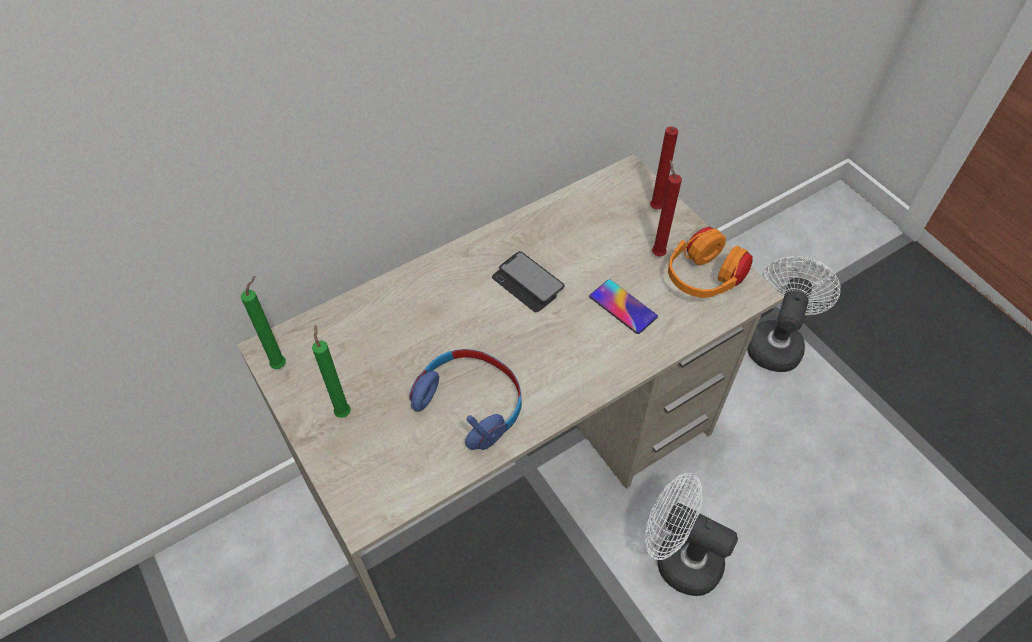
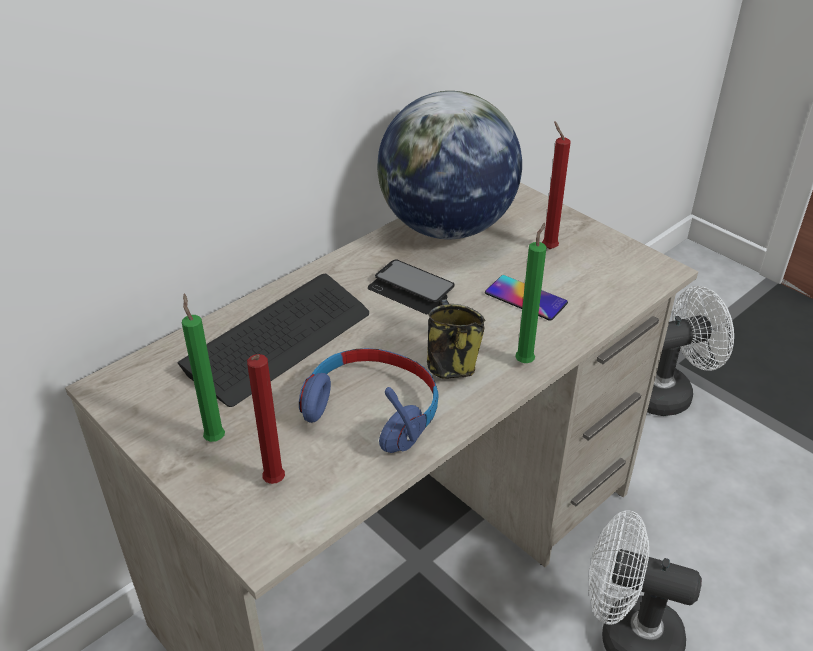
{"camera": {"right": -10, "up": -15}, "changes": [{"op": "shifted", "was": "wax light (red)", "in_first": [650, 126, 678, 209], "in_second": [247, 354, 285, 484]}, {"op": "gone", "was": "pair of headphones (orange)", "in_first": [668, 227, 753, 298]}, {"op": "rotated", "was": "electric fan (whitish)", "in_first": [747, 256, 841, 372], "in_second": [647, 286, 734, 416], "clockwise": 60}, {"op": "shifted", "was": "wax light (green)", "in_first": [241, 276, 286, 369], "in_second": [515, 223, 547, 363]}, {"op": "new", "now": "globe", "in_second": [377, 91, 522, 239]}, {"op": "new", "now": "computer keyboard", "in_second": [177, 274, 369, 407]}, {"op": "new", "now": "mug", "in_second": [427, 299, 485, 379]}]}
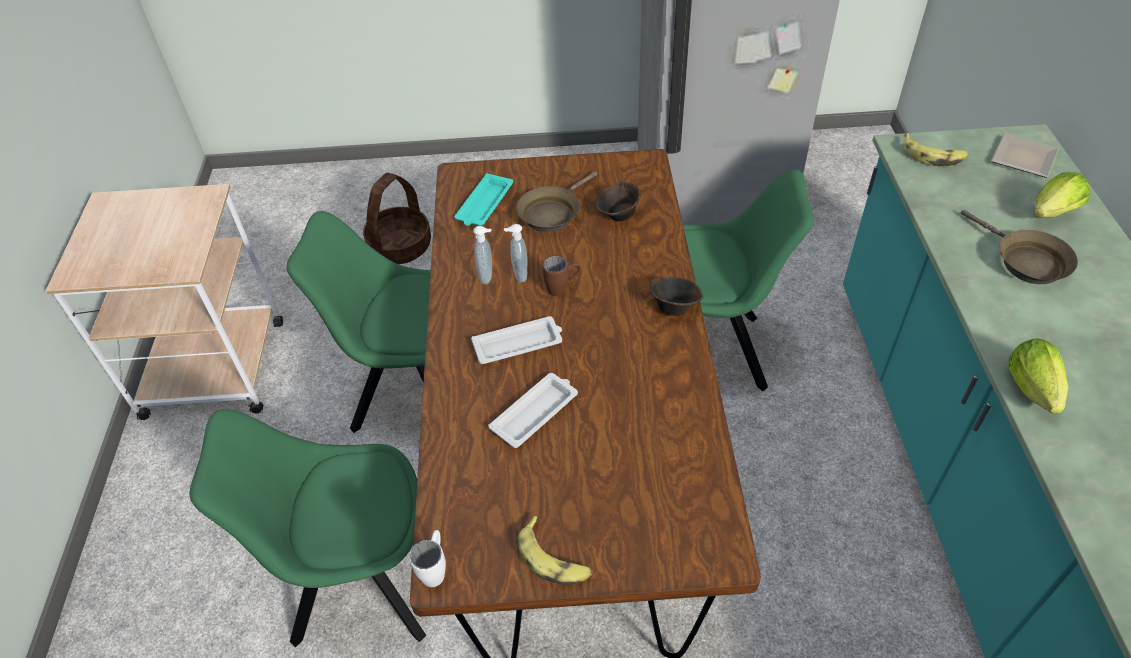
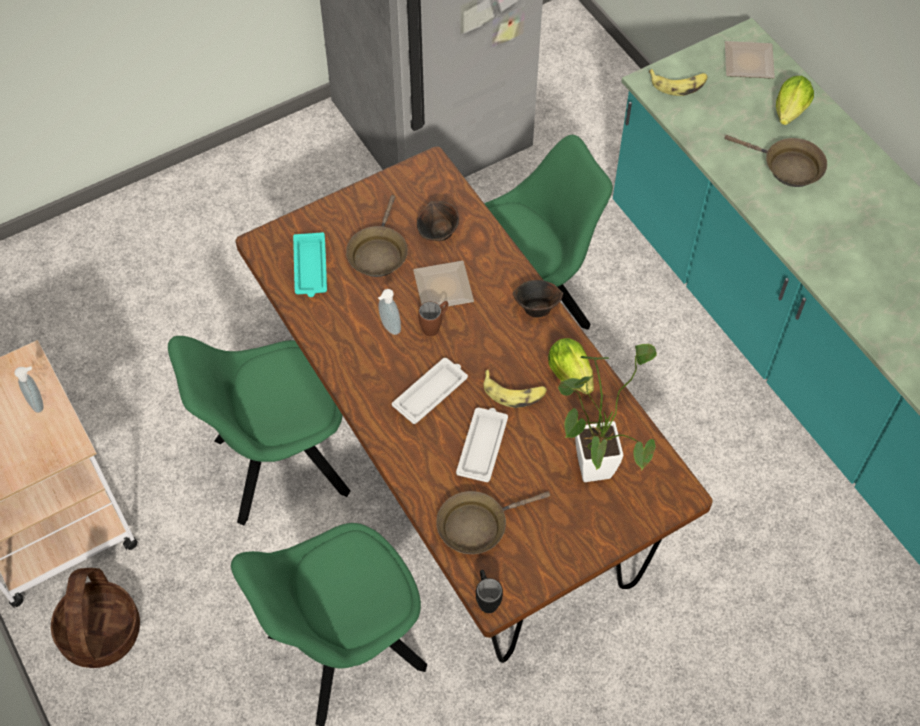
{"camera": {"right": -30, "up": 10}, "changes": [{"op": "shifted", "was": "storage basket", "in_first": [363, 173, 431, 264], "in_second": [51, 568, 140, 668]}, {"op": "shifted", "was": "soap dispenser", "in_first": [473, 226, 492, 284], "in_second": [14, 366, 44, 413]}, {"op": "shifted", "was": "lettuce", "in_first": [1008, 338, 1069, 413], "in_second": [548, 338, 594, 395]}, {"op": "shifted", "was": "whole banana", "in_first": [518, 516, 593, 585], "in_second": [484, 369, 547, 408]}, {"op": "repainted", "was": "mug (whitish)", "now": "mug (black-coloured)", "in_first": [409, 530, 446, 587], "in_second": [476, 570, 503, 613]}, {"op": "new", "now": "dinner plate", "in_second": [413, 261, 474, 307]}, {"op": "new", "now": "plant in a pot", "in_second": [558, 344, 657, 482]}, {"op": "new", "now": "frying pan (brownish)", "in_second": [436, 491, 550, 554]}]}
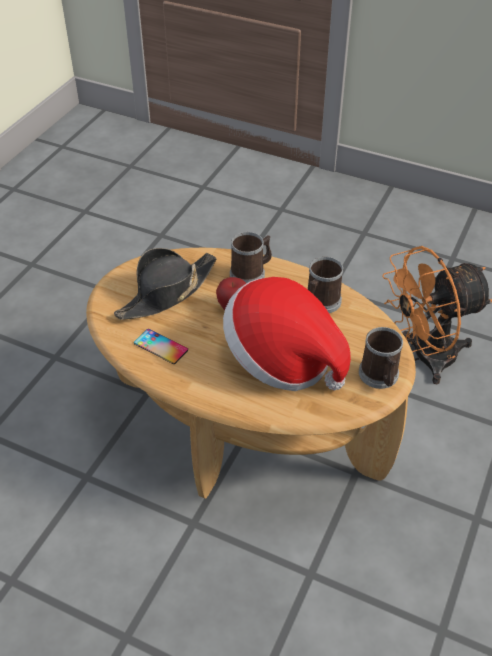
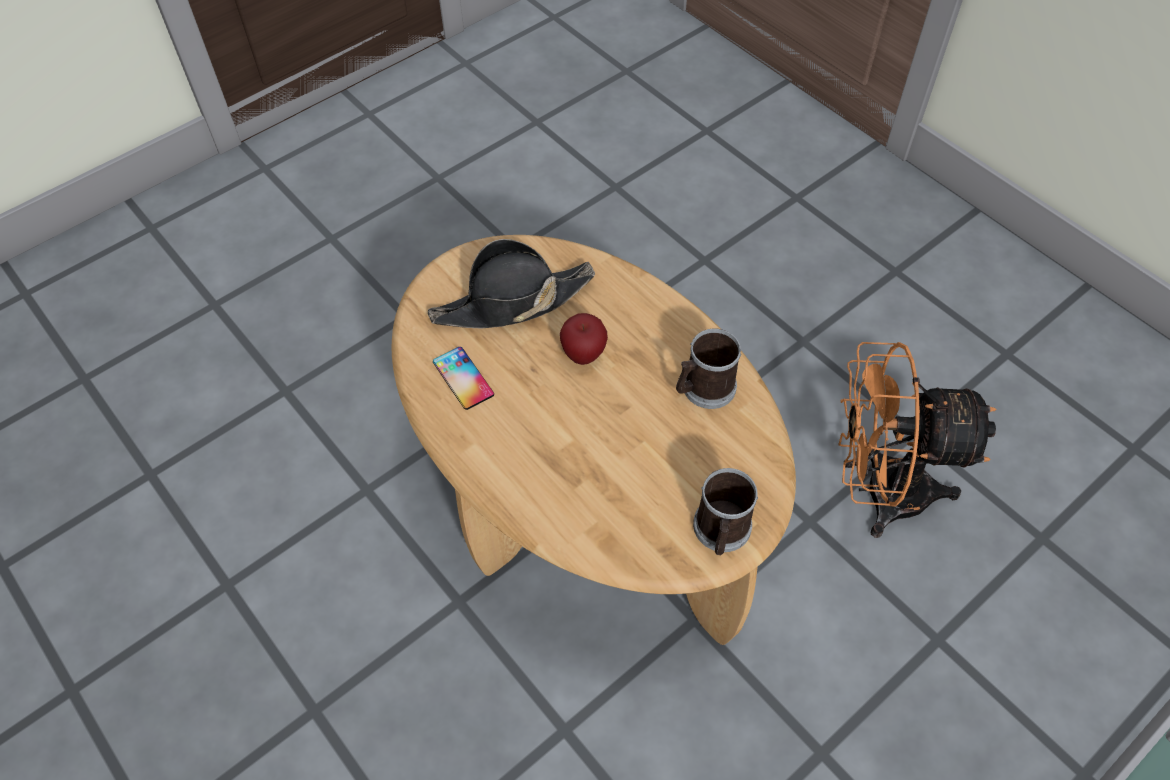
{"camera": {"right": 25, "up": 10}, "changes": [{"op": "gone", "was": "mug", "in_first": [230, 232, 272, 283]}, {"op": "gone", "was": "clothing hat", "in_first": [223, 277, 351, 391]}]}
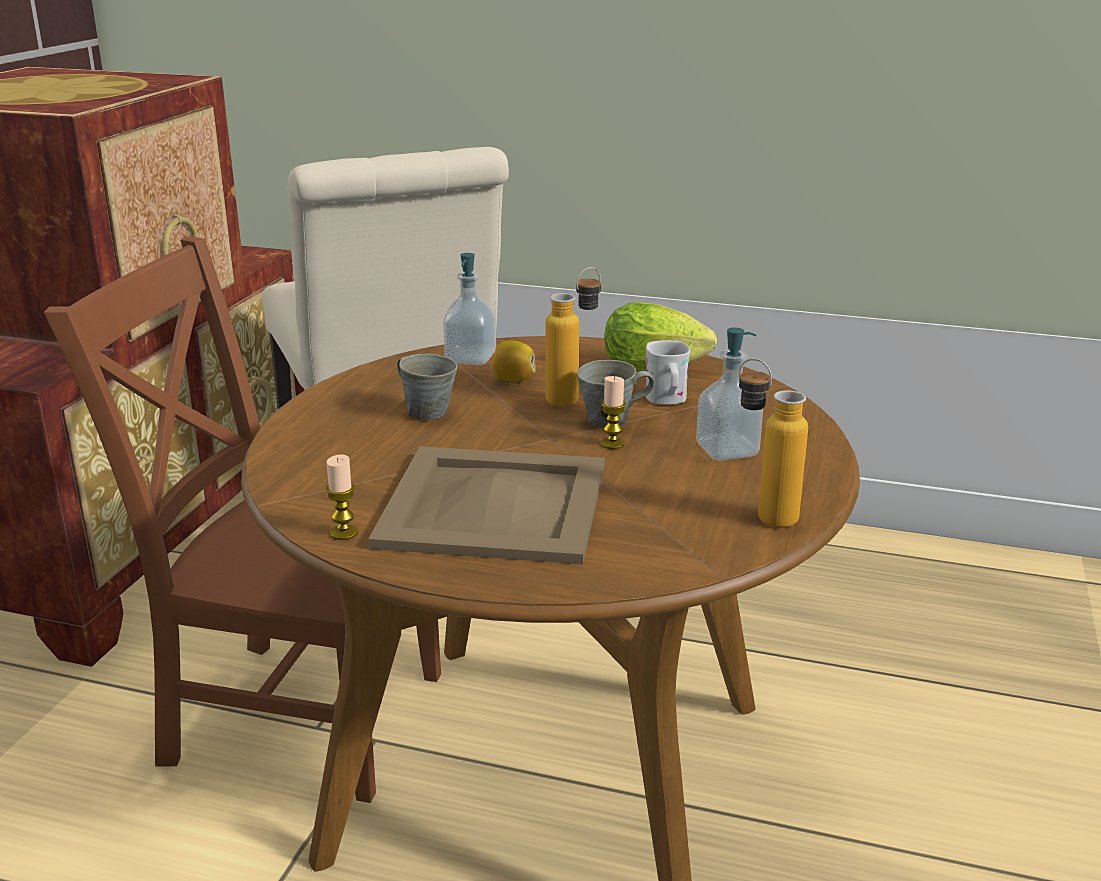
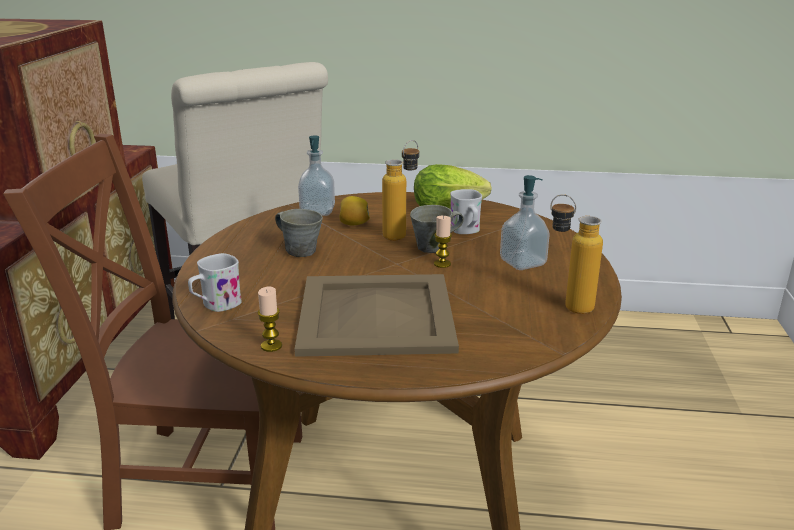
{"camera": {"right": -10, "up": 0}, "changes": [{"op": "new", "now": "mug (whitish)", "in_second": [188, 253, 242, 312]}]}
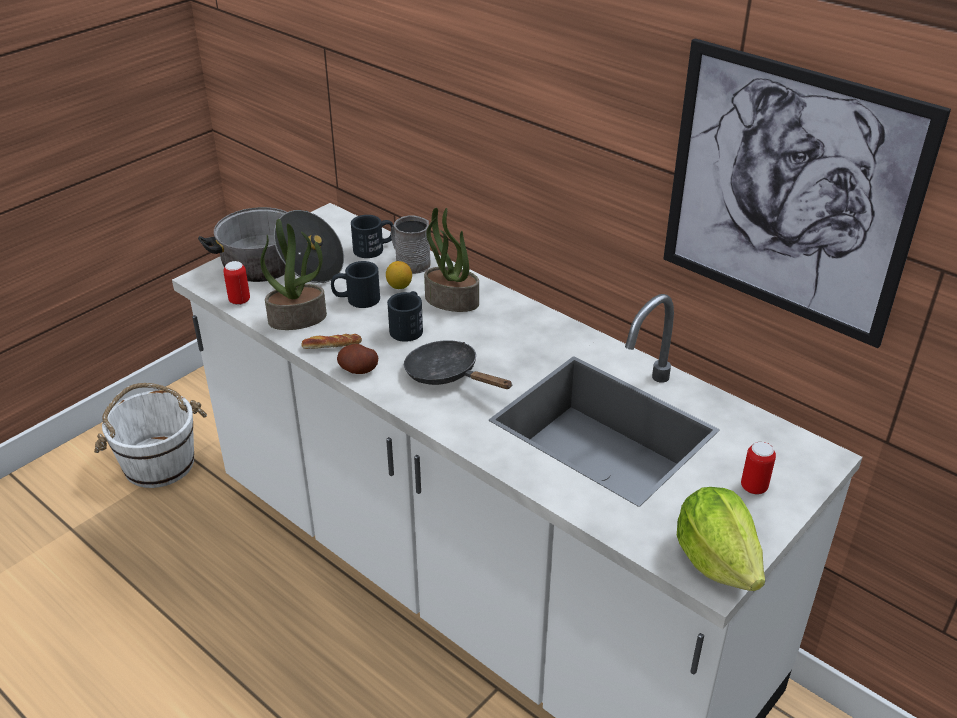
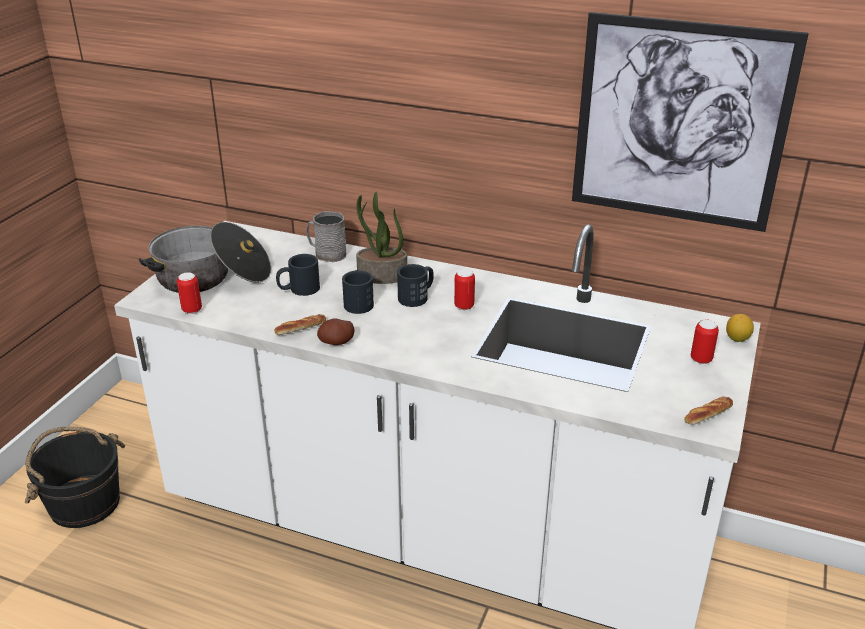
{"camera": {"right": -20, "up": -5}, "changes": [{"op": "shifted", "was": "mug (black-coloured)", "in_first": [351, 215, 393, 258], "in_second": [397, 264, 434, 307]}, {"op": "gone", "was": "plant in a pot", "in_first": [260, 219, 327, 330]}, {"op": "shifted", "was": "citrus fruit", "in_first": [386, 261, 412, 289], "in_second": [726, 314, 754, 342]}, {"op": "gone", "was": "frying pan (black-coloured)", "in_first": [404, 340, 513, 389]}, {"op": "repainted", "was": "pail (whitish)", "now": "pail (black-coloured)", "in_first": [94, 383, 207, 488], "in_second": [25, 427, 125, 528]}, {"op": "swapped", "was": "lettuce", "now": "baked bread", "in_first": [677, 487, 765, 591], "in_second": [684, 397, 733, 425]}, {"op": "new", "now": "can", "in_second": [454, 269, 475, 310]}]}
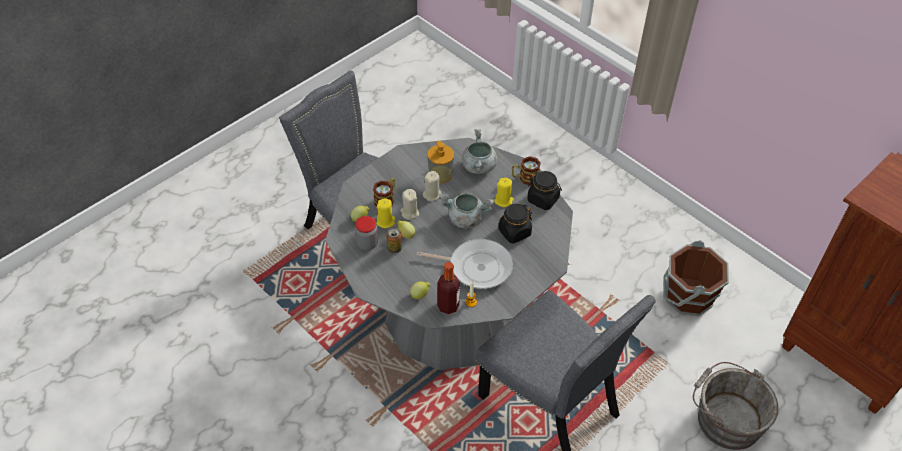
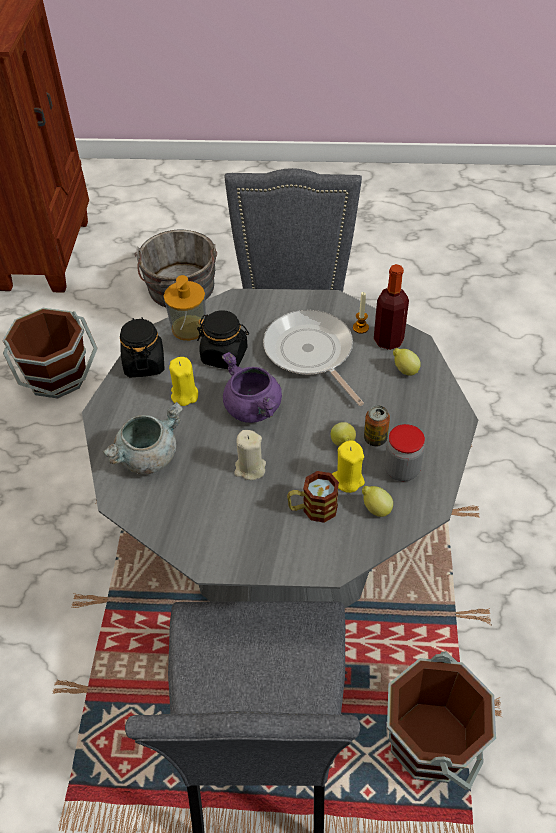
{"camera": {"right": -130, "up": 0}, "changes": [{"op": "shifted", "was": "soap dispenser", "in_first": [427, 141, 454, 183], "in_second": [164, 275, 206, 341]}, {"op": "gone", "was": "mug", "in_first": [512, 156, 541, 186]}, {"op": "gone", "was": "wax light (sand-coloured)", "in_first": [400, 189, 419, 220]}, {"op": "repainted", "was": "stockpot (greyish)", "now": "stockpot (purplish)", "in_first": [439, 193, 494, 229], "in_second": [222, 352, 282, 423]}, {"op": "new", "now": "pail (brownish)", "in_second": [387, 651, 496, 790]}]}
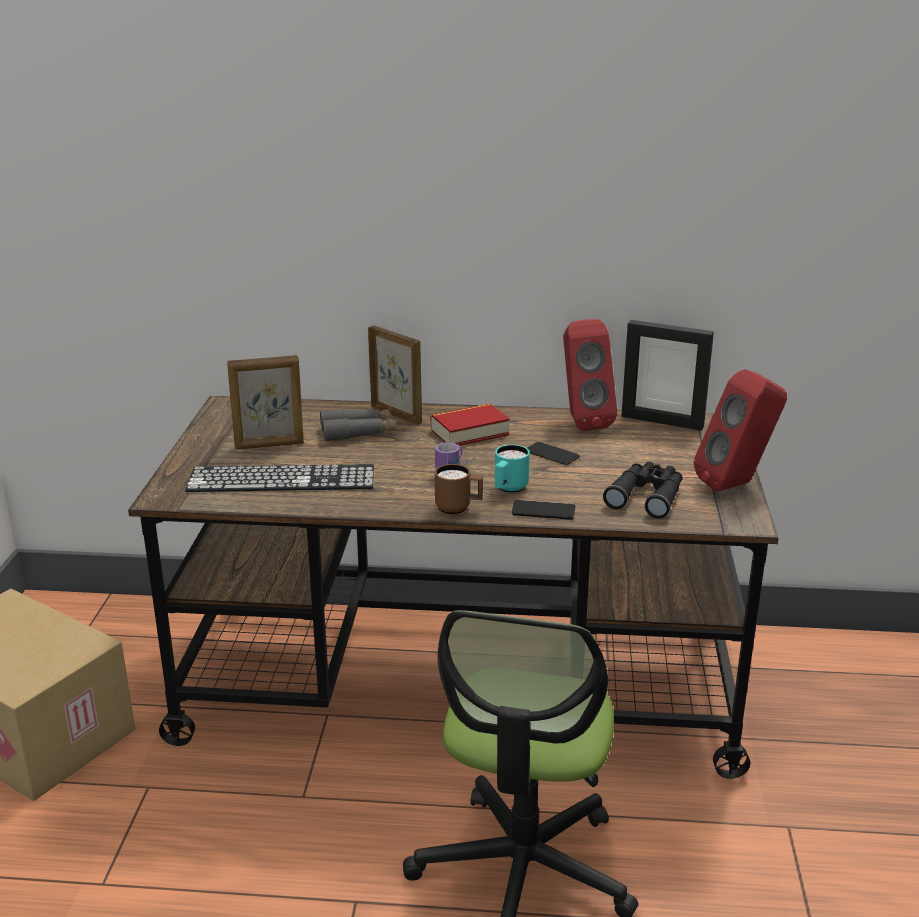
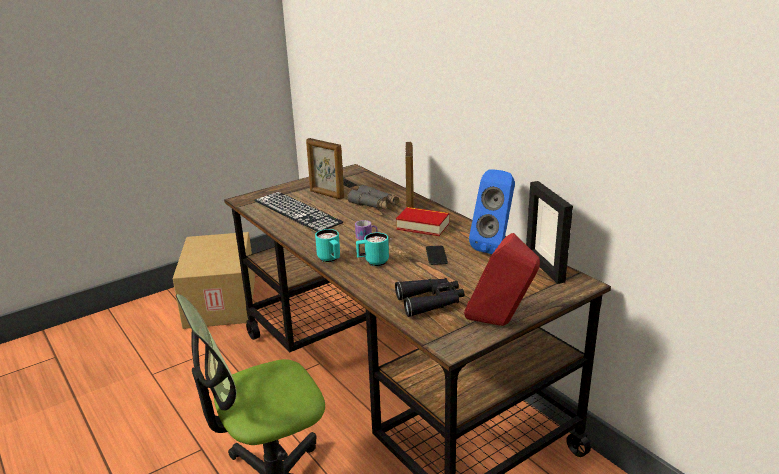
{"camera": {"right": 50, "up": 0}, "changes": [{"op": "repainted", "was": "audio speaker (red)", "now": "audio speaker (bluish)", "in_first": [563, 319, 617, 431], "in_second": [469, 169, 515, 254]}, {"op": "repainted", "was": "mug (brownish)", "now": "mug (turquoise)", "in_first": [435, 464, 483, 514], "in_second": [315, 229, 340, 262]}, {"op": "gone", "was": "telephone", "in_first": [512, 500, 575, 520]}]}
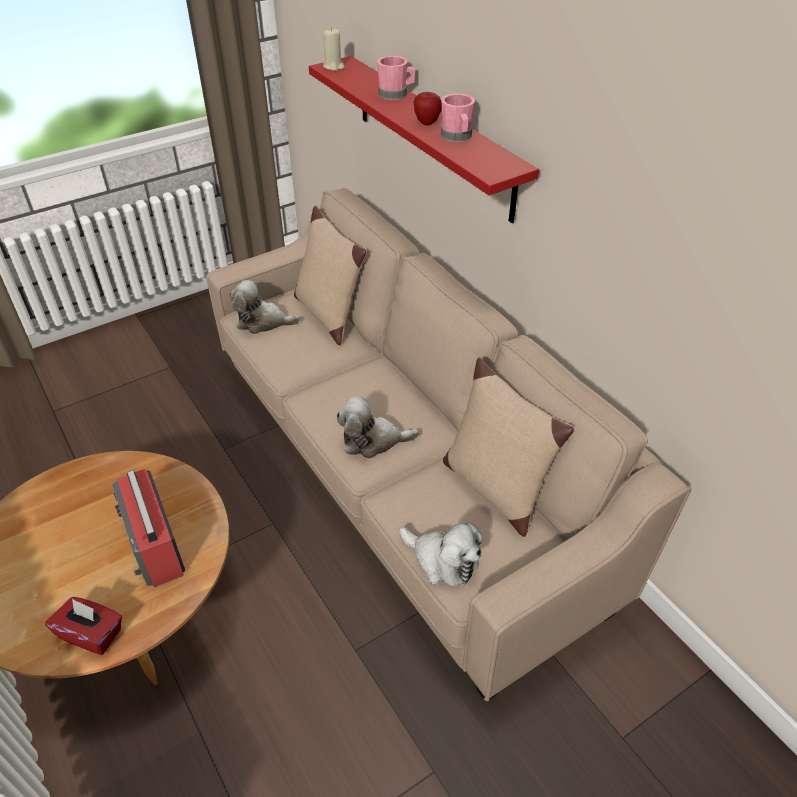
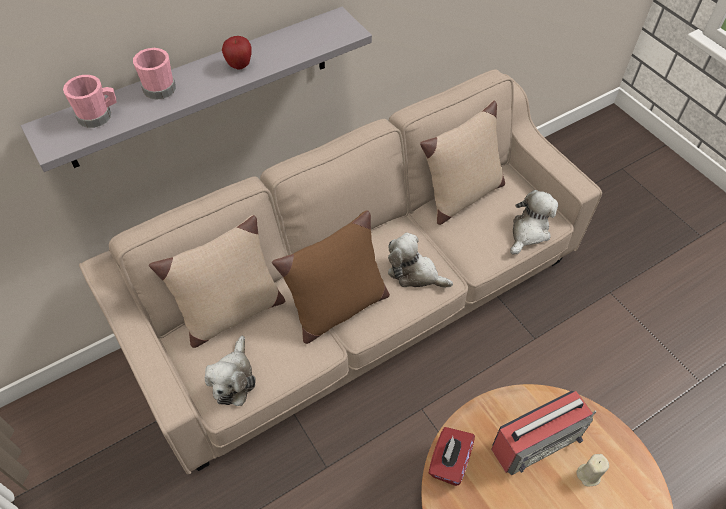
{"camera": {"right": -90, "up": 10}, "changes": [{"op": "shifted", "was": "wax light (sand-coloured)", "in_first": [323, 27, 345, 71], "in_second": [576, 454, 609, 486]}, {"op": "repainted", "was": "wall shelf (red)", "now": "wall shelf (greyish)", "in_first": [309, 56, 539, 223], "in_second": [21, 7, 372, 172]}, {"op": "shifted", "was": "mug (pinkish)", "in_first": [441, 93, 475, 142], "in_second": [63, 75, 116, 128]}, {"op": "rotated", "was": "plush toy", "in_first": [336, 396, 419, 458], "in_second": [388, 232, 453, 288], "clockwise": 120}, {"op": "shifted", "was": "box of tissues (red)", "in_first": [45, 597, 122, 655], "in_second": [429, 427, 475, 486]}, {"op": "new", "now": "throw pillow (brownish)", "in_second": [272, 210, 390, 344]}]}
